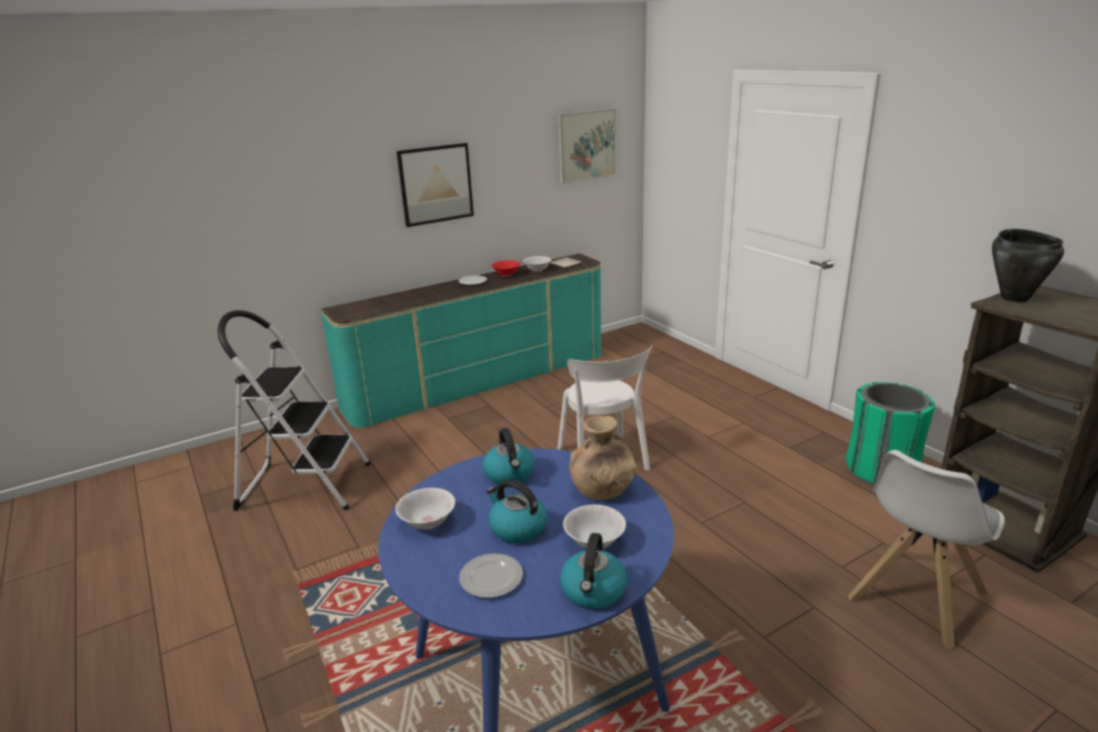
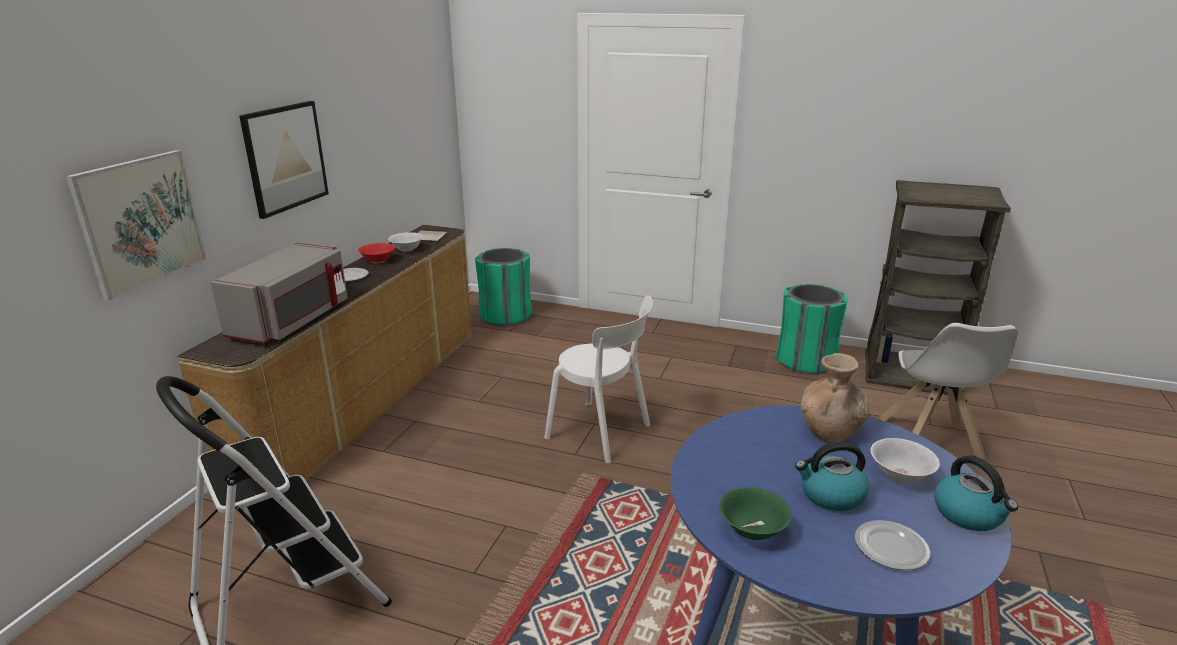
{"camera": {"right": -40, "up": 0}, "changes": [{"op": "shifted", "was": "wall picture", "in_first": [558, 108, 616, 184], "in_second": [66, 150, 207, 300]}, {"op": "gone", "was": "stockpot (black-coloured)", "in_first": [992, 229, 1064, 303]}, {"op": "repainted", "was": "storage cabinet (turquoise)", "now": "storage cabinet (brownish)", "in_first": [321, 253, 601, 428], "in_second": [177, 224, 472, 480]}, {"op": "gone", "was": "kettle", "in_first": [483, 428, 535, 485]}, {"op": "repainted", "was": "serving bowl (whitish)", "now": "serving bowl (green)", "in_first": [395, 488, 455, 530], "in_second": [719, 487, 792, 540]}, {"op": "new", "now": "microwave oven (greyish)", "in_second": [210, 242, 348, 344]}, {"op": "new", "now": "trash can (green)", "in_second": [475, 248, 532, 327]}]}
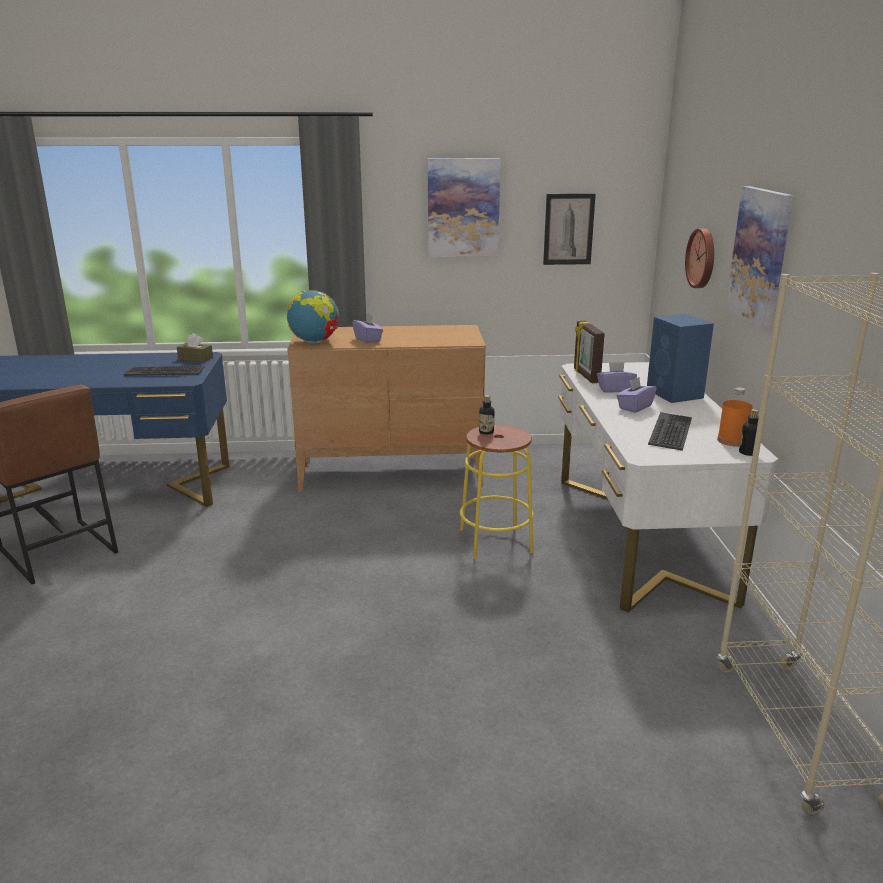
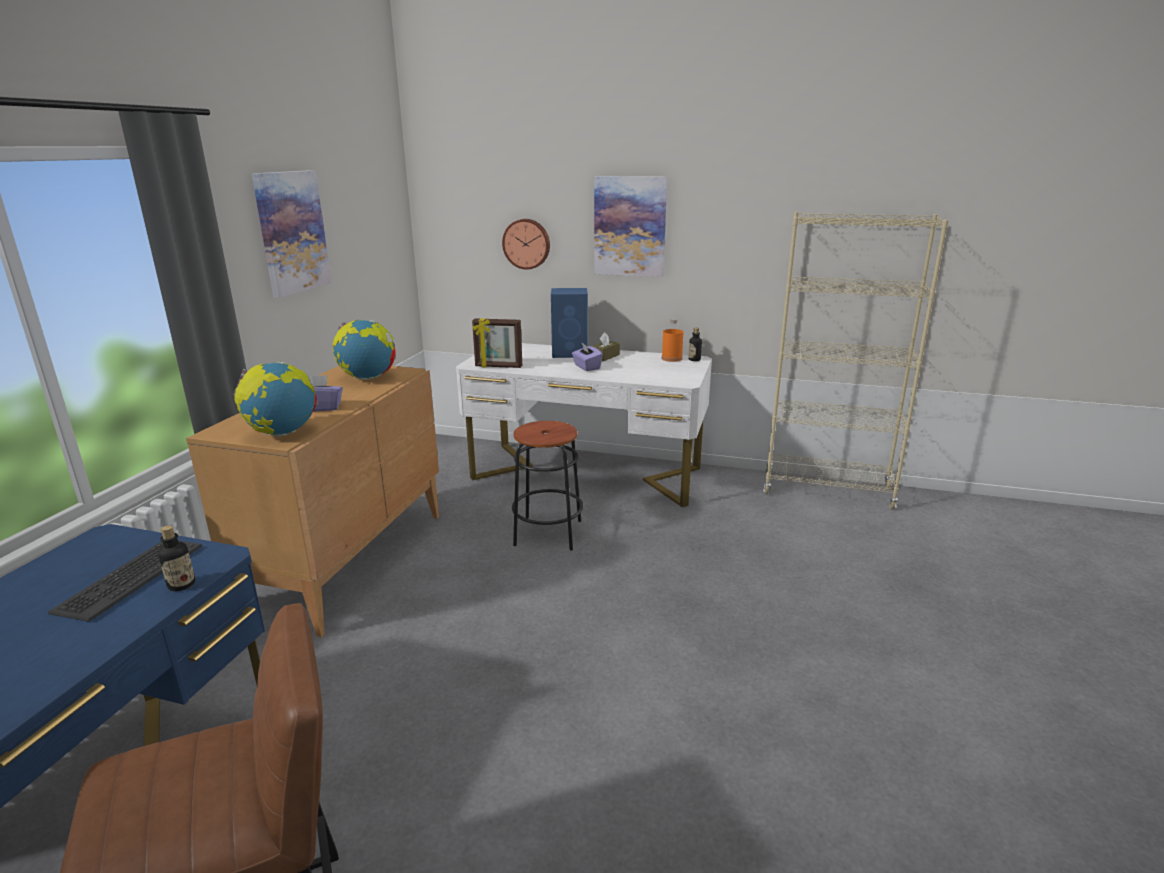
{"camera": {"right": -70, "up": 0}, "changes": [{"op": "gone", "was": "wall picture", "in_first": [543, 193, 596, 265]}, {"op": "shifted", "was": "box of tissues (brownish)", "in_first": [177, 333, 213, 362], "in_second": [592, 332, 620, 361]}, {"op": "gone", "was": "box of tissues (purplish)", "in_first": [597, 362, 637, 393]}, {"op": "shifted", "was": "bottle", "in_first": [479, 395, 494, 435], "in_second": [158, 525, 195, 591]}, {"op": "gone", "was": "computer keyboard", "in_first": [648, 412, 692, 451]}, {"op": "repainted", "was": "sitting stool (yellow)", "now": "sitting stool (black-coloured)", "in_first": [460, 425, 534, 559], "in_second": [512, 421, 583, 550]}, {"op": "new", "now": "globe", "in_second": [333, 320, 396, 380]}]}
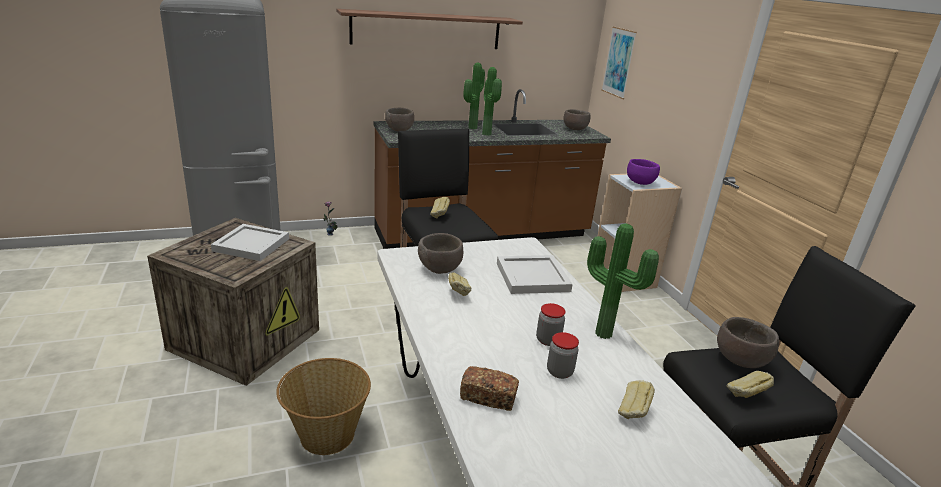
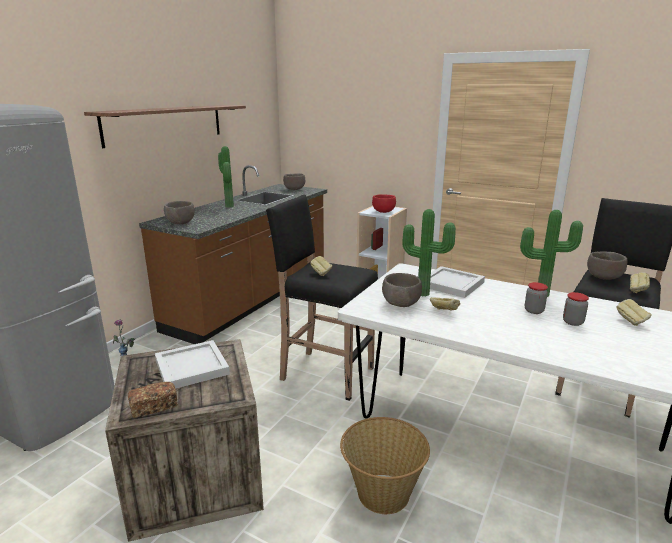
{"camera": {"right": -40, "up": -5}, "changes": [{"op": "gone", "was": "wall picture", "in_first": [601, 26, 637, 99]}, {"op": "shifted", "was": "plant in a pot", "in_first": [482, 67, 502, 136], "in_second": [402, 209, 456, 296]}, {"op": "repainted", "was": "serving bowl (purplish)", "now": "serving bowl (red)", "in_first": [627, 159, 660, 185], "in_second": [372, 194, 396, 213]}, {"op": "shifted", "was": "baked bread", "in_first": [460, 366, 519, 411], "in_second": [128, 382, 178, 418]}]}
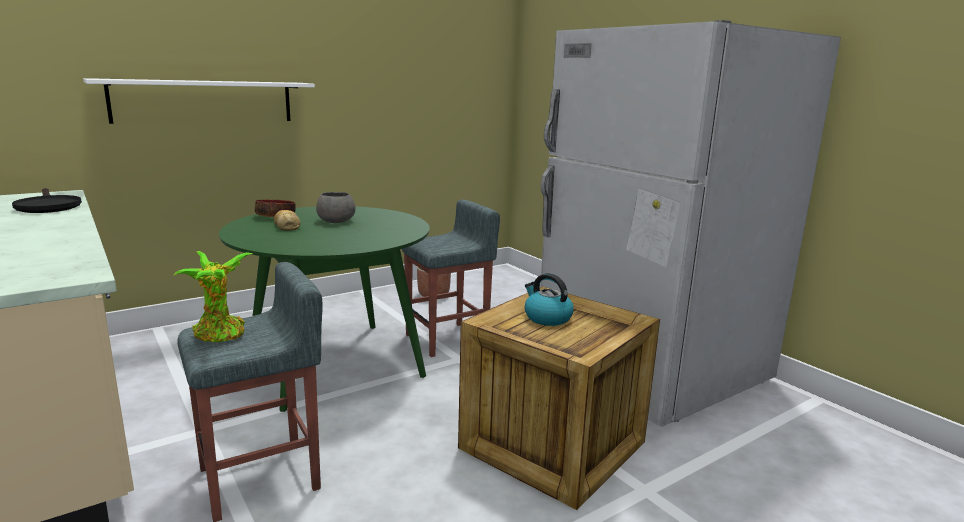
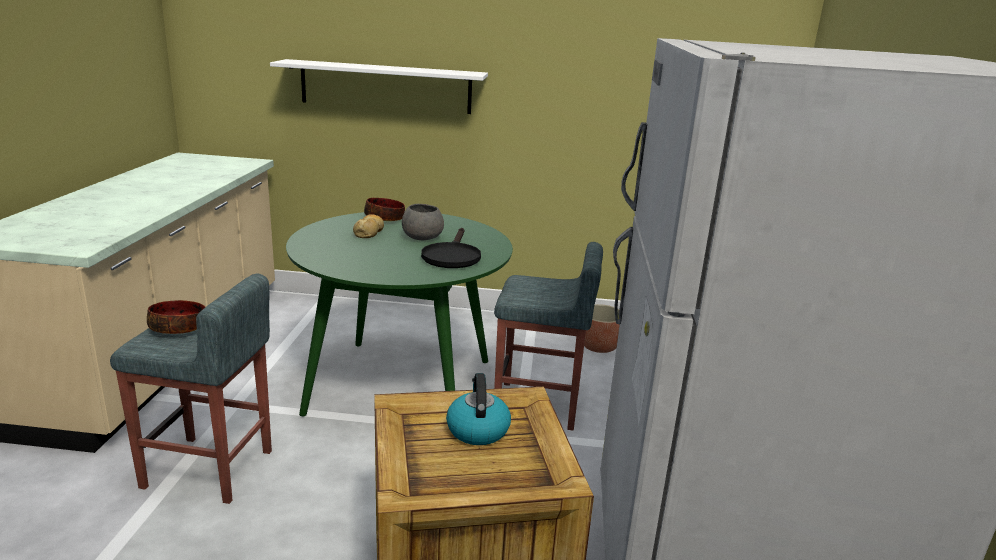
{"camera": {"right": 40, "up": 5}, "changes": [{"op": "shifted", "was": "frying pan (black-coloured)", "in_first": [12, 188, 82, 213], "in_second": [421, 228, 481, 268]}, {"op": "swapped", "was": "plant in a pot", "now": "serving bowl", "in_first": [174, 251, 254, 342], "in_second": [147, 300, 205, 334]}]}
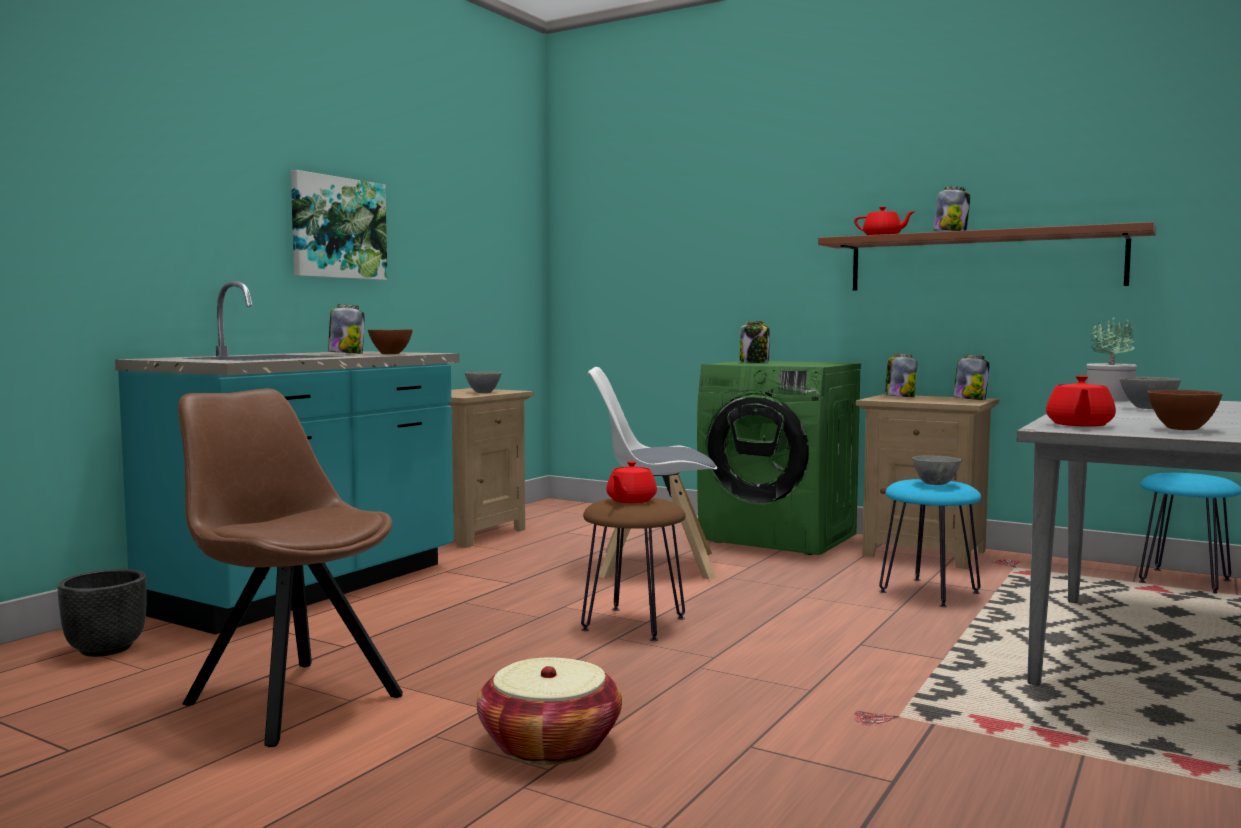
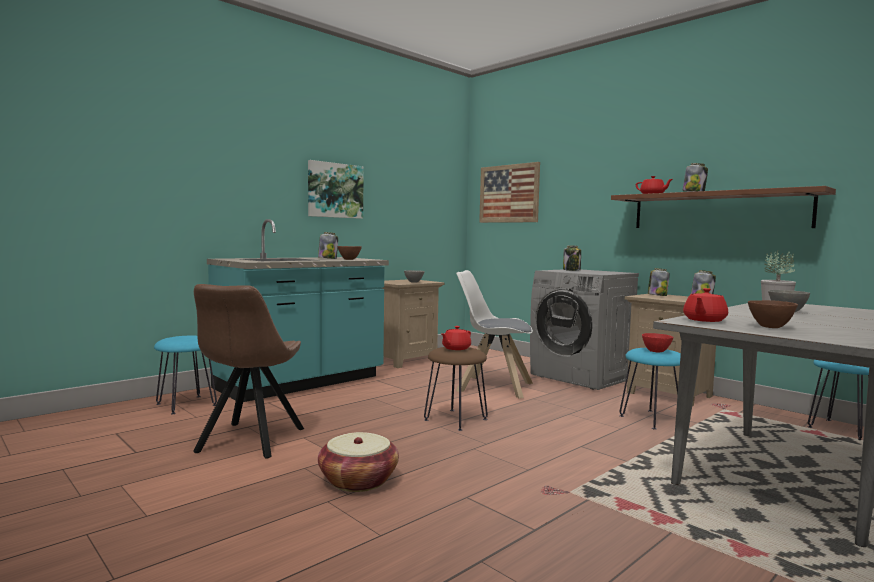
{"camera": {"right": 15, "up": 0}, "changes": [{"op": "repainted", "was": "washing machine (green)", "now": "washing machine (greyish)", "in_first": [697, 361, 861, 555], "in_second": [530, 269, 639, 390]}, {"op": "rotated", "was": "chair (brownish)", "in_first": [178, 388, 403, 747], "in_second": [193, 284, 304, 459], "clockwise": -135}, {"op": "repainted", "was": "serving bowl (greyish)", "now": "serving bowl (red)", "in_first": [912, 455, 962, 485], "in_second": [642, 333, 673, 352]}, {"op": "swapped", "was": "planter (black-coloured)", "now": "sitting stool (turquoise)", "in_first": [57, 569, 147, 657], "in_second": [154, 336, 217, 414]}, {"op": "new", "now": "wall picture", "in_second": [479, 162, 540, 223]}]}
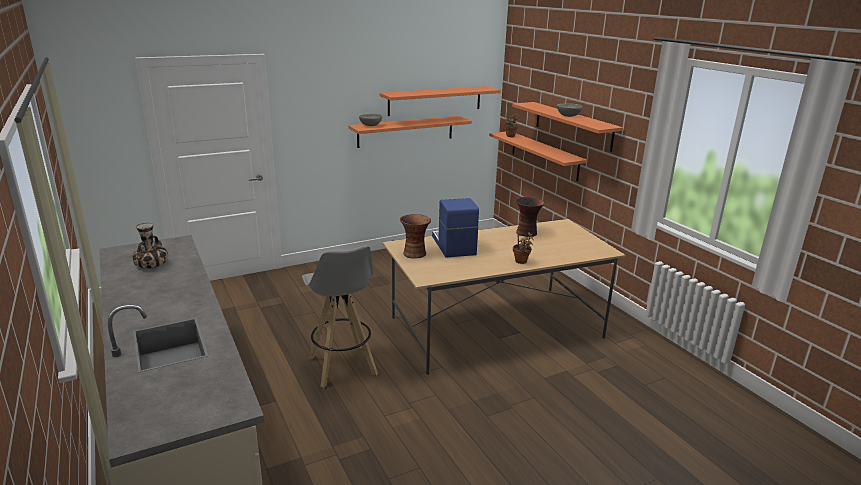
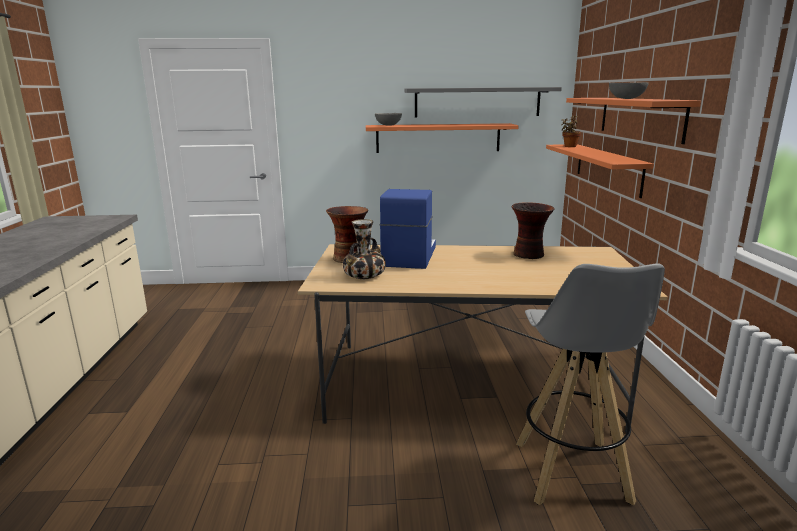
{"camera": {"right": 25, "up": -5}, "changes": [{"op": "repainted", "was": "wall shelf (orange)", "now": "wall shelf (greyish)", "in_first": [379, 86, 501, 116], "in_second": [404, 87, 562, 117]}, {"op": "shifted", "was": "vase", "in_first": [132, 223, 168, 269], "in_second": [343, 219, 386, 279]}, {"op": "gone", "was": "plant in a pot", "in_first": [513, 232, 534, 264]}, {"op": "shifted", "was": "sitting stool (greyish)", "in_first": [302, 245, 378, 388], "in_second": [516, 263, 665, 505]}]}
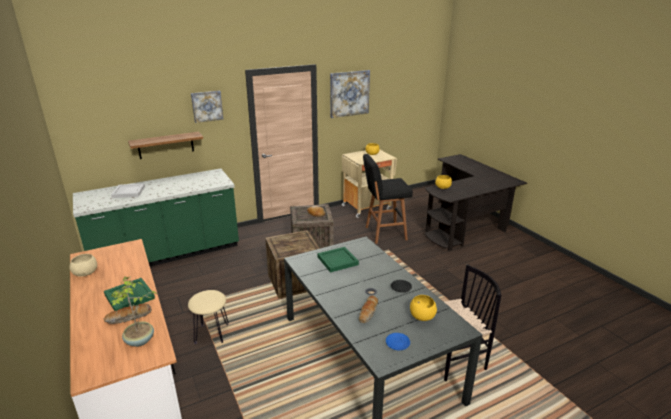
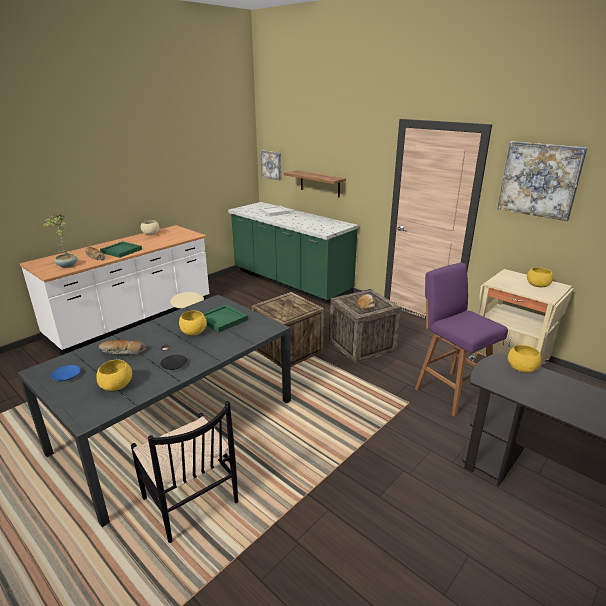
{"camera": {"right": 70, "up": 0}, "changes": [{"op": "shifted", "was": "wall picture", "in_first": [191, 91, 224, 123], "in_second": [261, 151, 282, 180]}, {"op": "repainted", "was": "sitting stool (black-coloured)", "now": "sitting stool (purplish)", "in_first": [363, 154, 413, 244], "in_second": [415, 263, 508, 417]}, {"op": "new", "now": "serving bowl (yellow)", "in_second": [179, 311, 207, 335]}]}
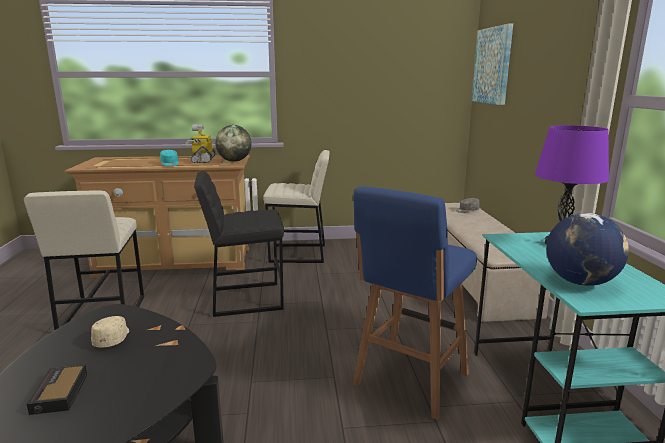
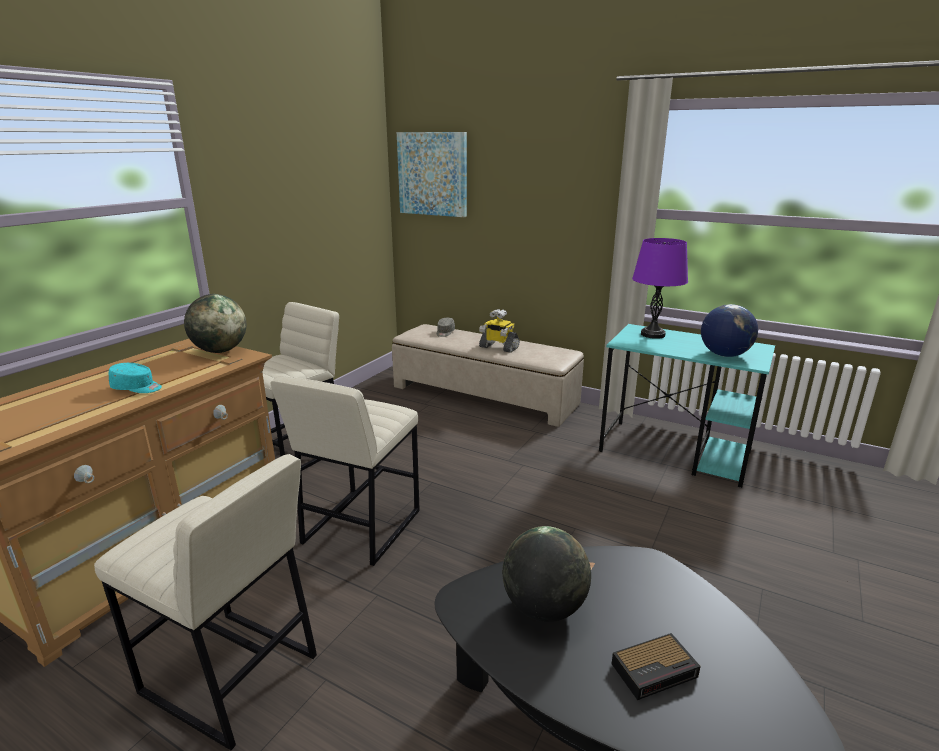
{"camera": {"right": -55, "up": 5}, "changes": [{"op": "shifted", "was": "model robot", "in_first": [186, 124, 216, 163], "in_second": [479, 309, 520, 353]}, {"op": "repainted", "was": "chair (black-coloured)", "now": "chair (sand-coloured)", "in_first": [194, 171, 284, 317], "in_second": [270, 376, 420, 566]}, {"op": "gone", "was": "sitting stool (bluish)", "in_first": [353, 186, 477, 420]}, {"op": "swapped", "was": "cap (sand-coloured)", "now": "globe", "in_first": [91, 316, 129, 347], "in_second": [502, 526, 591, 622]}, {"op": "rotated", "was": "bedside clock", "in_first": [27, 365, 87, 415], "in_second": [612, 633, 701, 700], "clockwise": -45}]}
